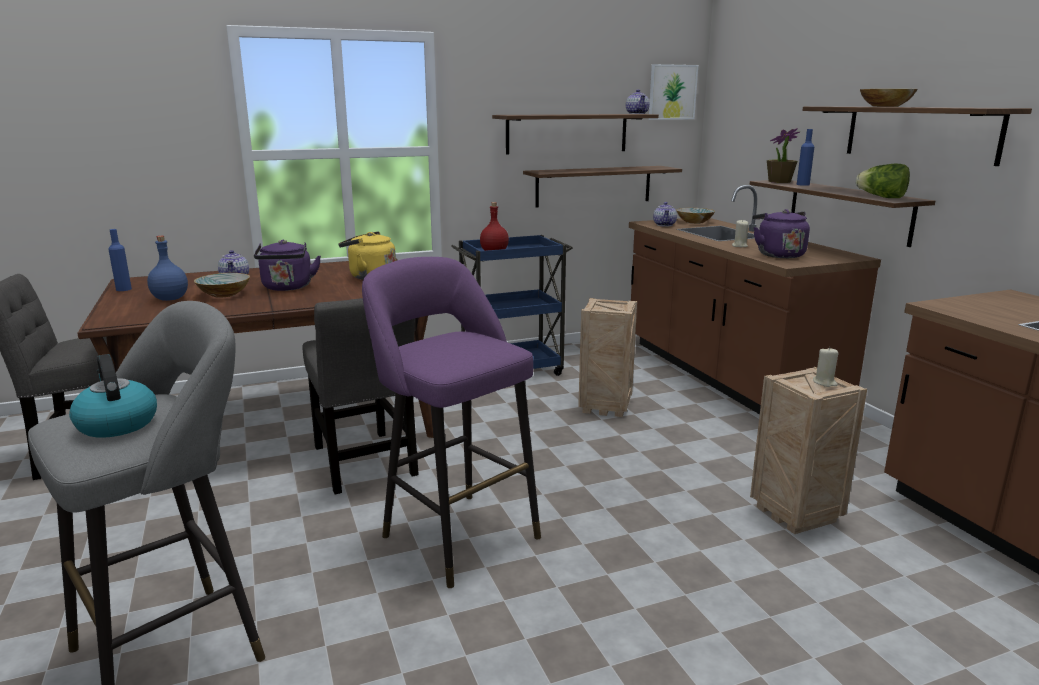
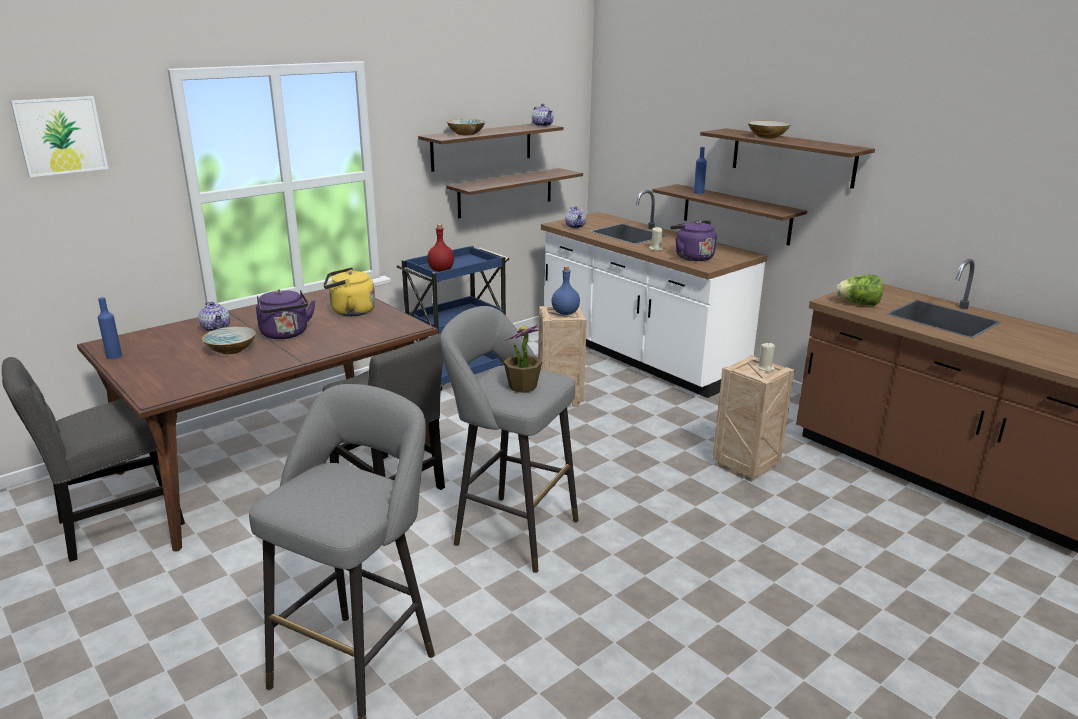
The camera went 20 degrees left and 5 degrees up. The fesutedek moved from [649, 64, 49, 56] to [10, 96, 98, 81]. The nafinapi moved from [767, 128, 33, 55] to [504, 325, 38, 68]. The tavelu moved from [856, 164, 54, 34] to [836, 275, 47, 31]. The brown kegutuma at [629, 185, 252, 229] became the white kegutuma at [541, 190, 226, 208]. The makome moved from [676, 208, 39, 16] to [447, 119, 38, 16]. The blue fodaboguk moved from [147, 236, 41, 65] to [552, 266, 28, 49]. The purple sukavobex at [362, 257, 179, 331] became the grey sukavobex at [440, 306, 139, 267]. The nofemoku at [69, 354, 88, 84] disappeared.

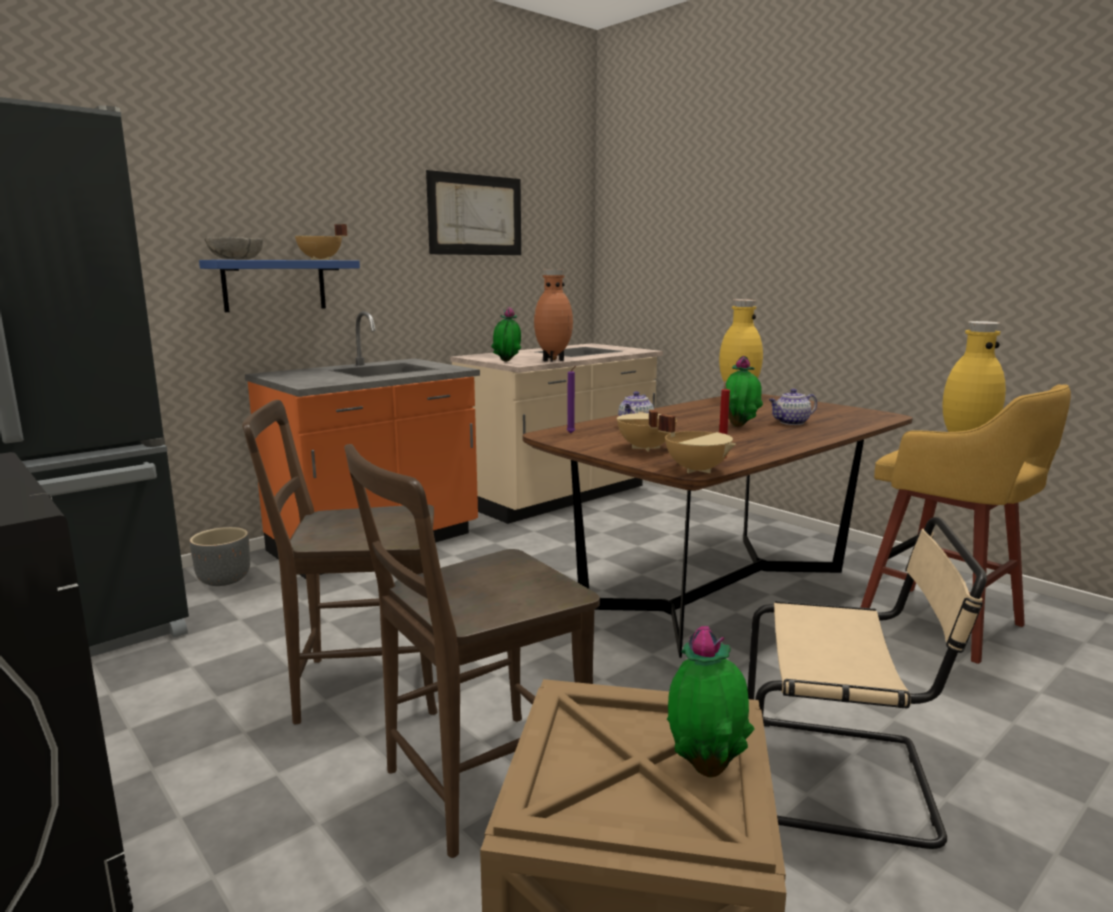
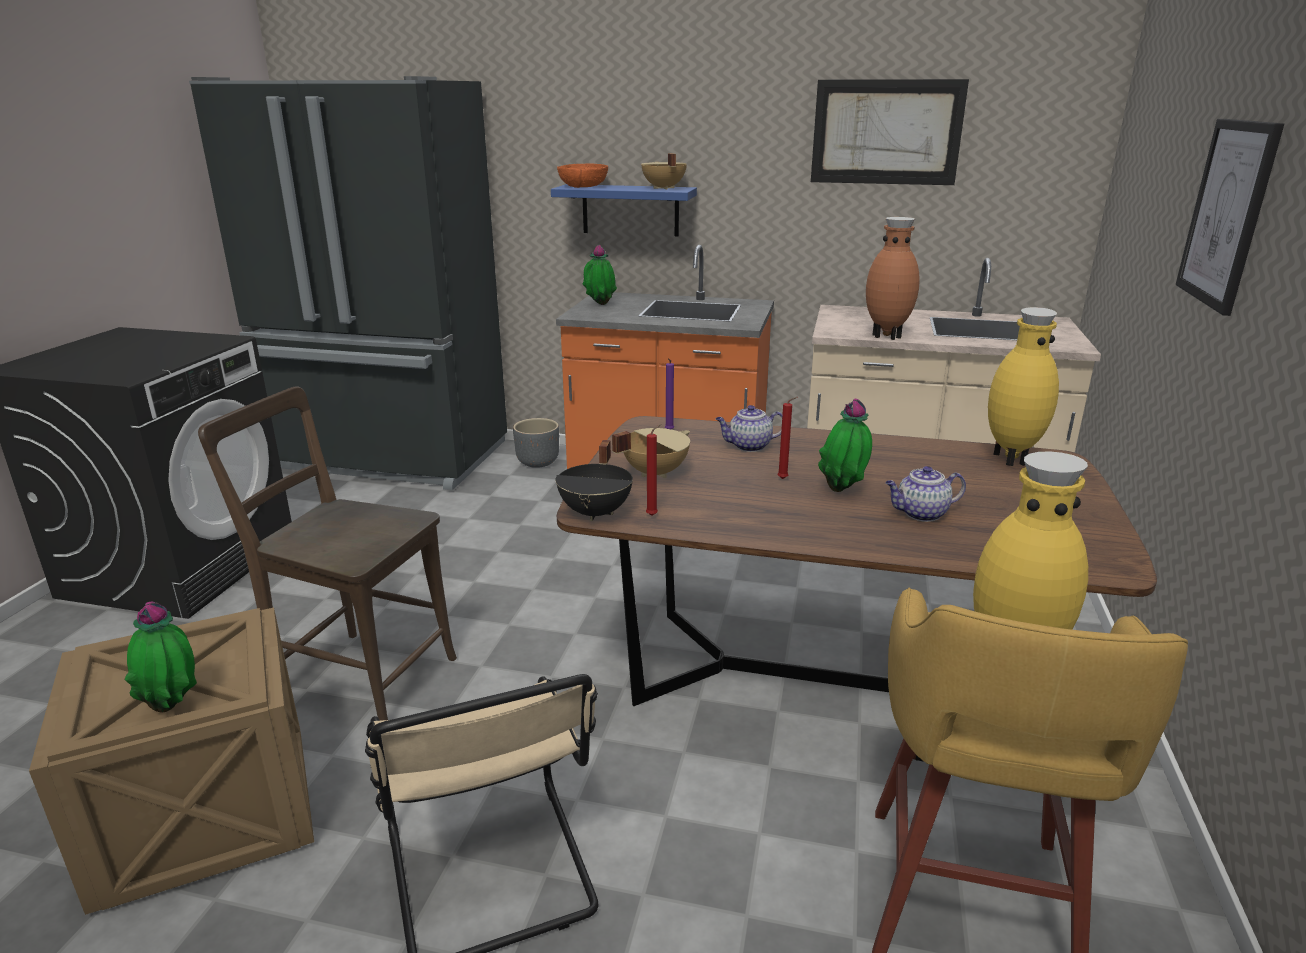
The camera went 55 degrees right and 10 degrees up. The grey makome at [204, 237, 59, 23] became the orange makome at [557, 163, 51, 25]. The nafinapi moved from [491, 307, 30, 55] to [582, 245, 35, 60]. The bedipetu at [769, 389, 48, 36] turned 45 degrees counterclockwise. The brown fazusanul at [242, 400, 196, 324] disappeared. The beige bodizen at [658, 414, 78, 59] became the black bodizen at [555, 440, 78, 81]. The fesutedek at [1176, 119, 108, 197] appeared. The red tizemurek at [778, 397, 20, 82] appeared.

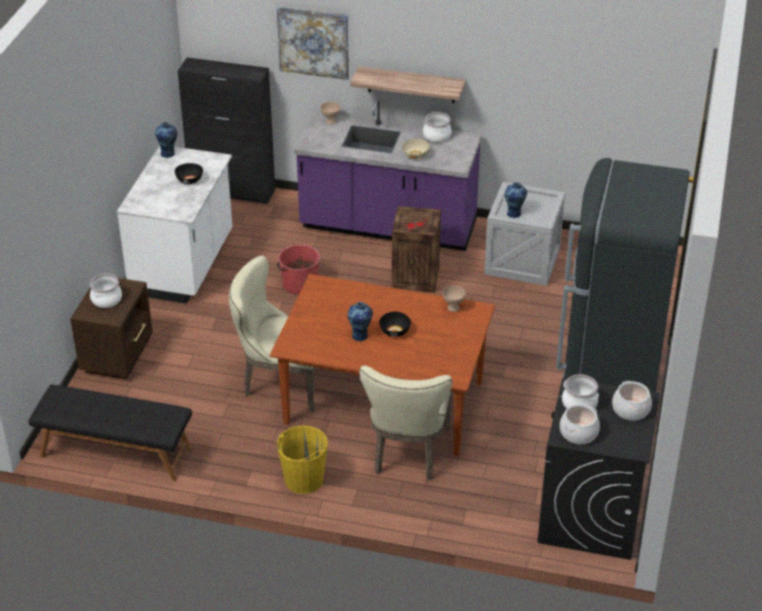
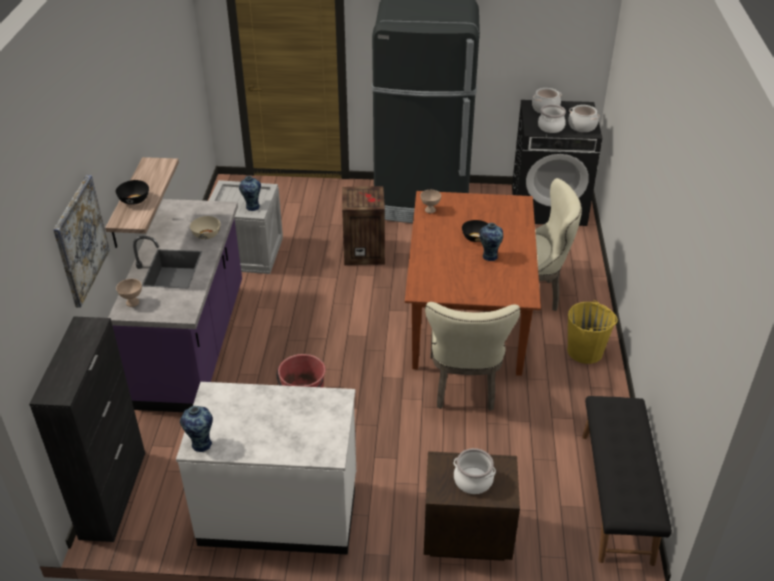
The camera went 100 degrees left and 0 degrees up. The bodizen at [423, 112, 28, 31] disappeared. The black makome moved from [175, 163, 28, 21] to [115, 180, 34, 25]. The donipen moved from [392, 206, 49, 87] to [342, 186, 43, 79].

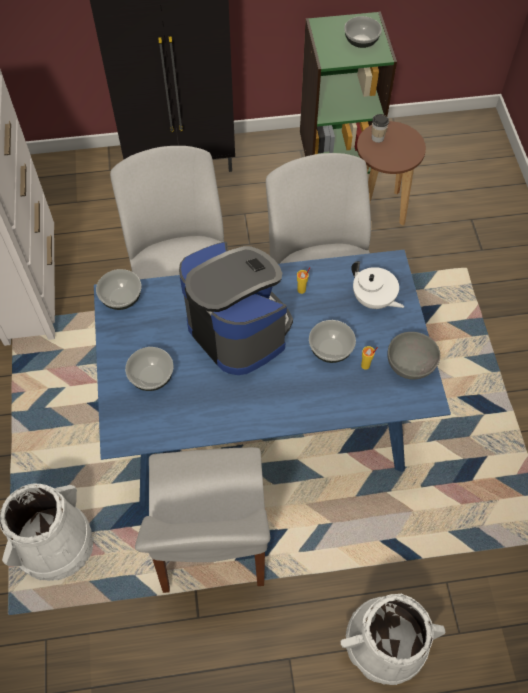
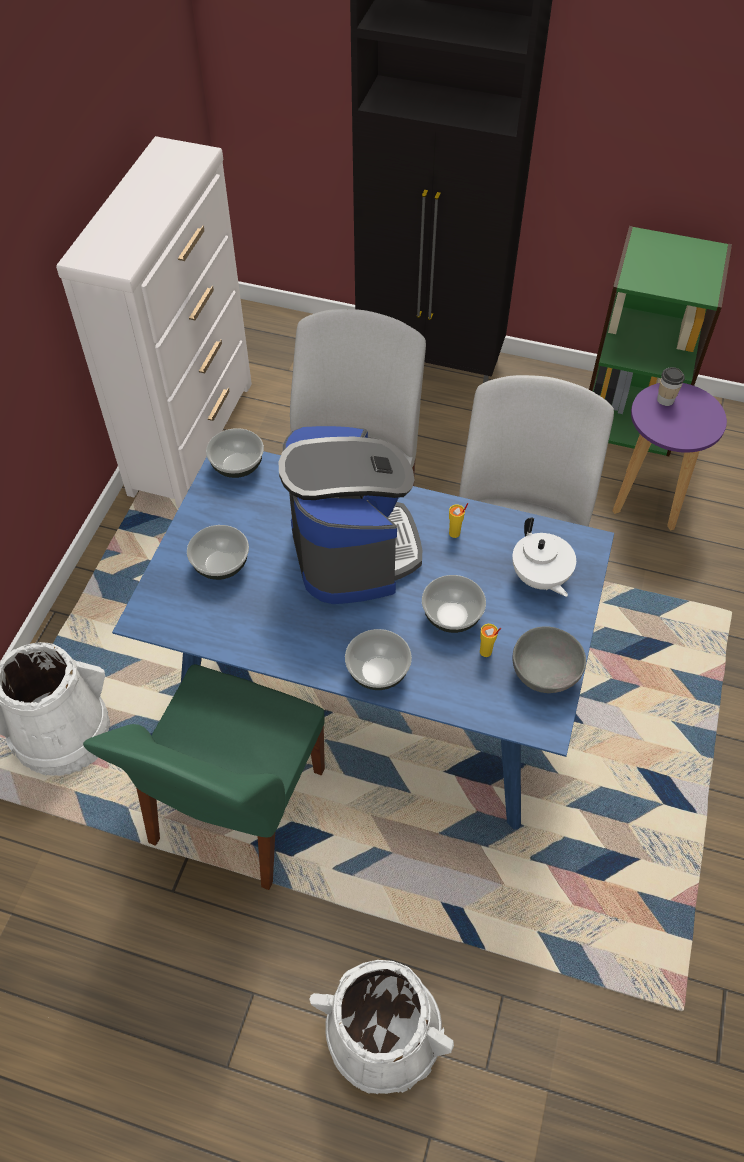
The camera went 25 degrees right and 5 degrees down. The makome moved from [344, 16, 38, 32] to [345, 629, 67, 61]. The brown sukavobex at [357, 121, 69, 105] became the purple sukavobex at [612, 383, 115, 148]. The white fazusanul at [135, 447, 135, 146] became the green fazusanul at [83, 664, 242, 226].

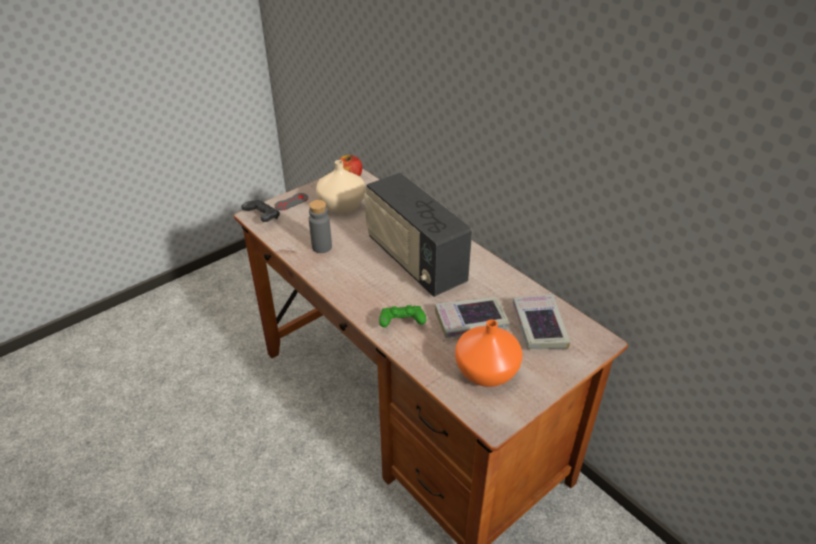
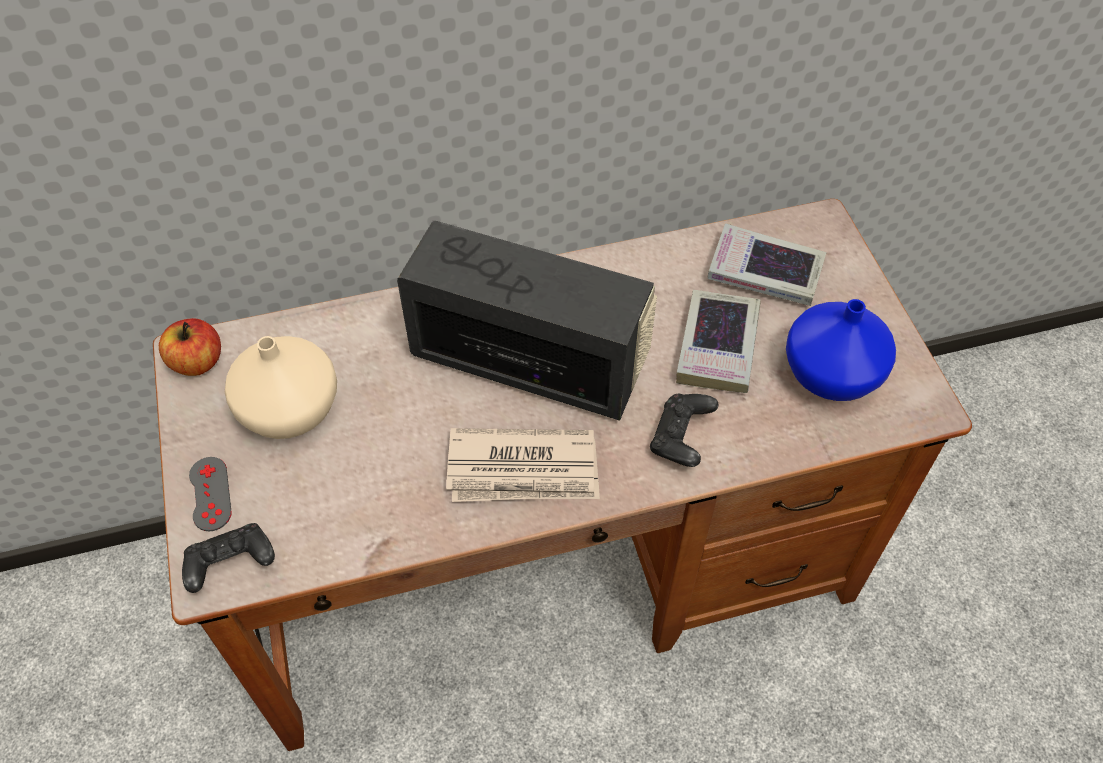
The camera went 65 degrees left and 15 degrees up. The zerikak at [364, 172, 108, 125] turned 150 degrees counterclockwise. The grey fodaboguk at [309, 200, 23, 53] disappeared. The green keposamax at [379, 305, 47, 22] became the black keposamax at [650, 394, 69, 73]. The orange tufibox at [455, 320, 68, 67] became the blue tufibox at [786, 299, 110, 102]. The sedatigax at [446, 428, 154, 74] appeared.

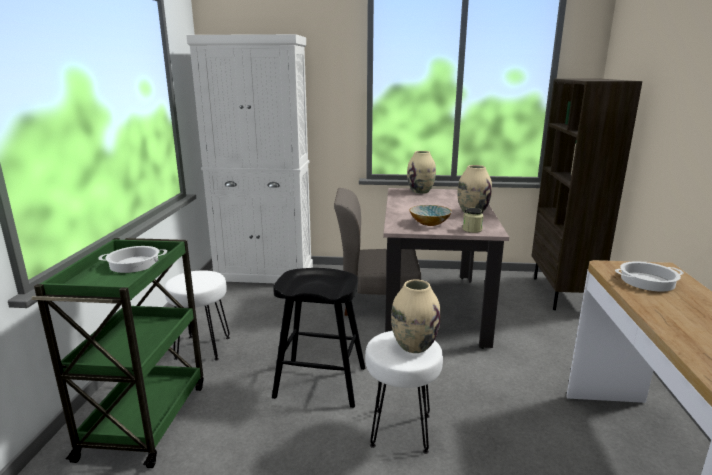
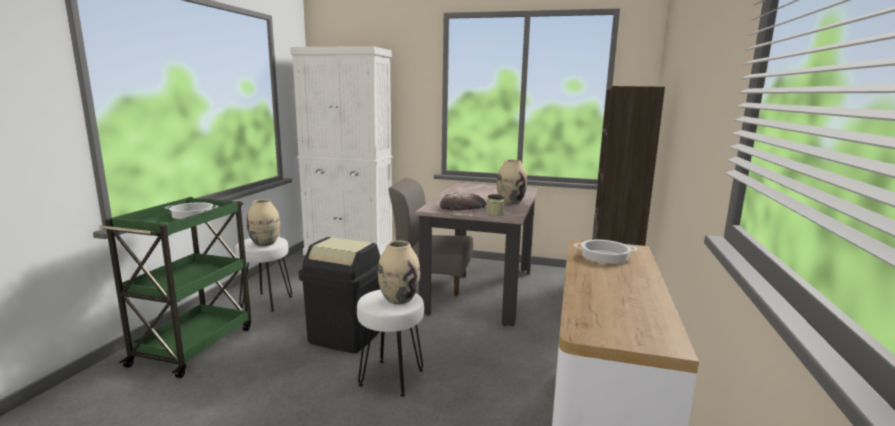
The camera went 10 degrees right and 5 degrees down. The beige tufibox moved from [407, 151, 29, 43] to [247, 199, 33, 47]. The makome at [410, 205, 42, 21] was replaced by the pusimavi at [440, 192, 47, 19]. The black sukavobex at [272, 268, 93, 140] was replaced by the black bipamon at [299, 237, 81, 116].

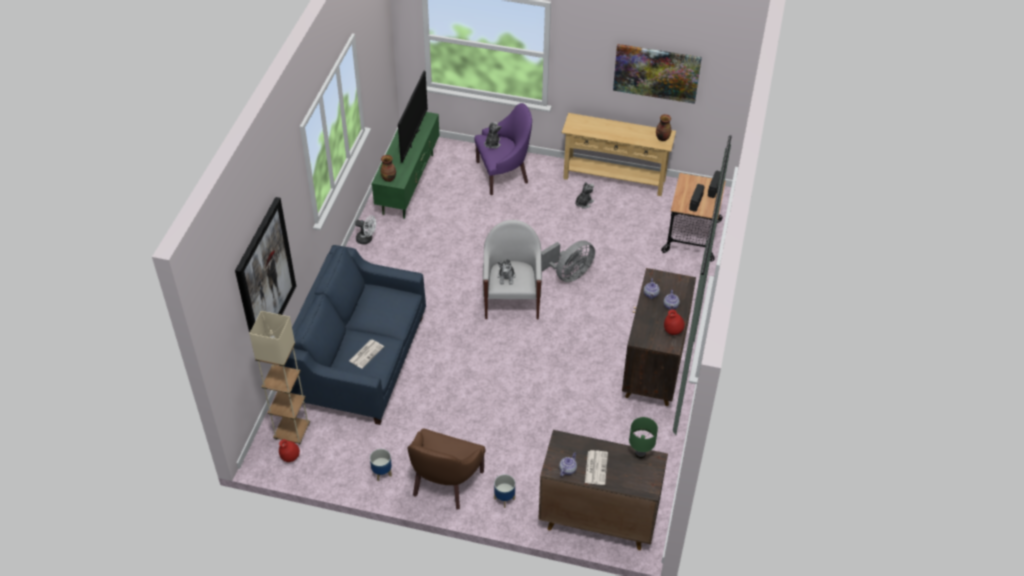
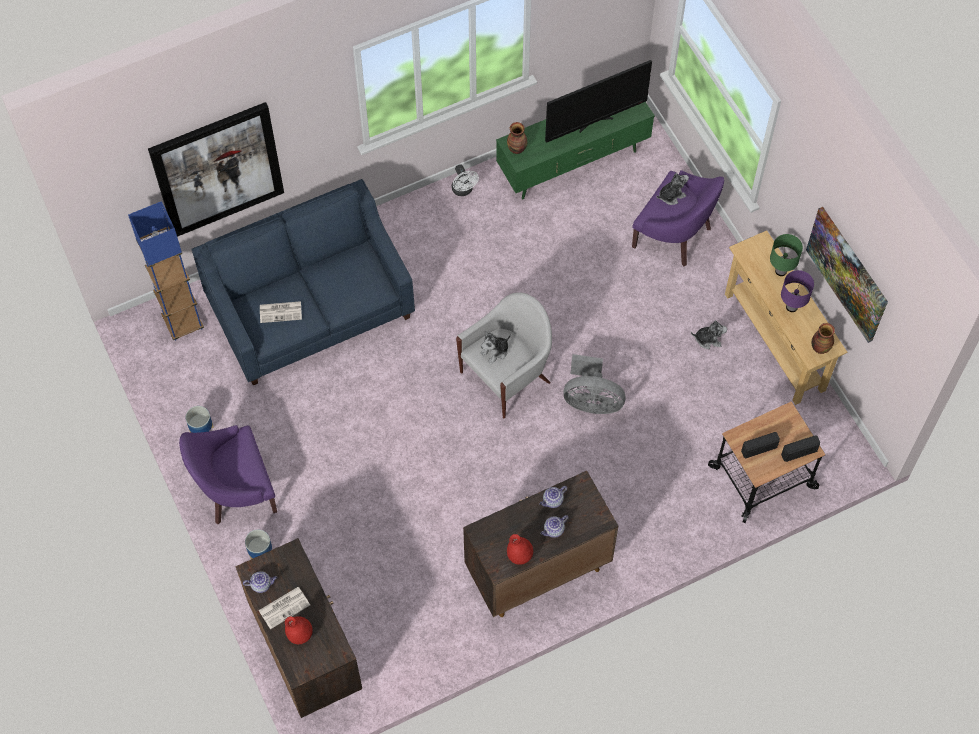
The camera went 50 degrees right and 15 degrees up. The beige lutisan at [249, 311, 61, 134] became the blue lutisan at [128, 201, 76, 140]. The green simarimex moved from [629, 417, 29, 41] to [770, 234, 33, 42]. The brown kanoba at [408, 429, 78, 80] became the purple kanoba at [179, 425, 98, 99]. The red tufibox moved from [279, 439, 21, 23] to [285, 616, 28, 28]. The purple simarimex at [781, 270, 33, 42] appeared.

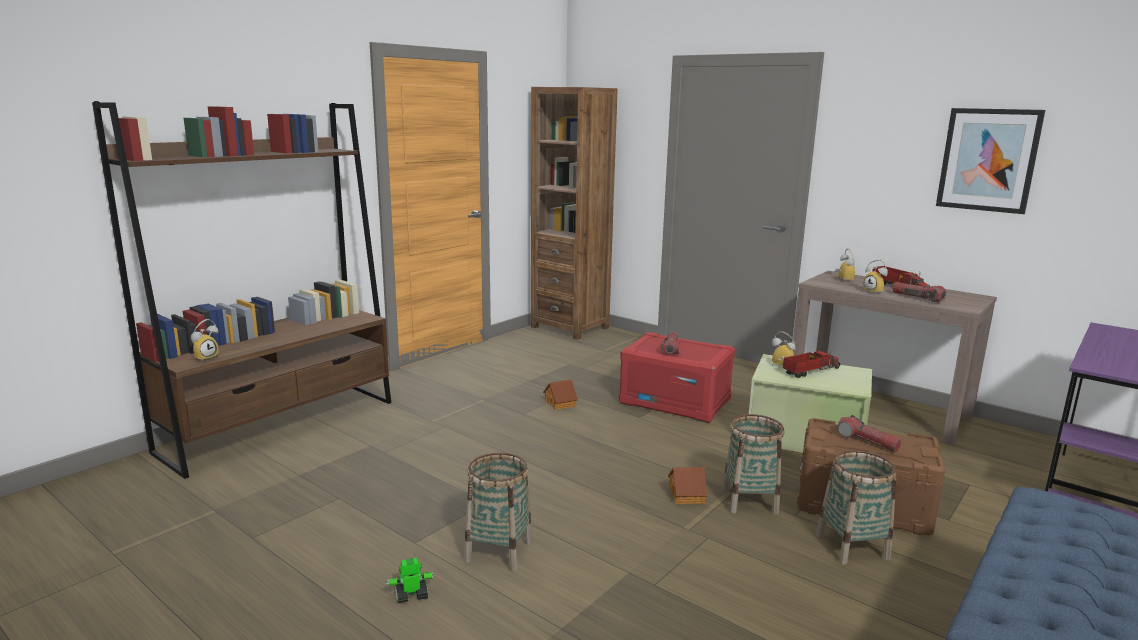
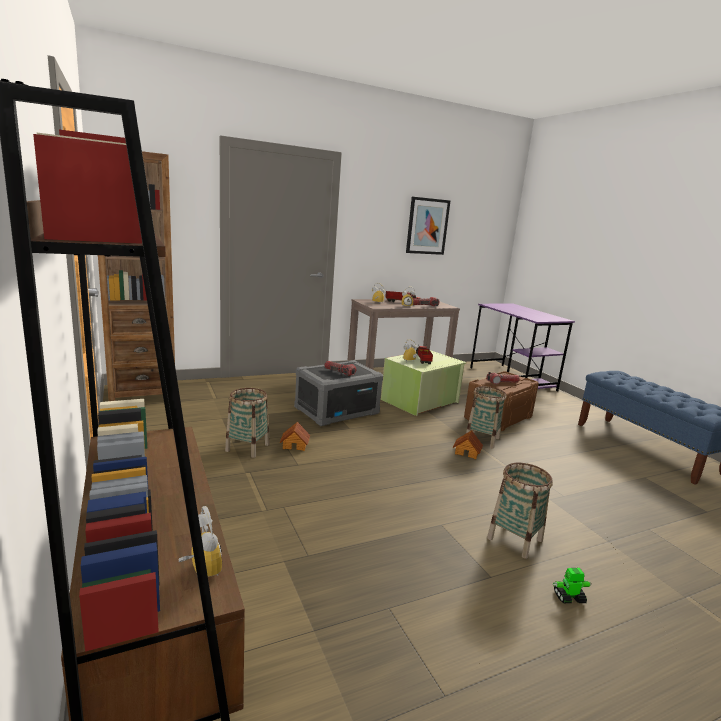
The camera went 65 degrees left and 0 degrees up. The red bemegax at [619, 332, 116, 91] became the grey bemegax at [294, 360, 89, 66]. The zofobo moved from [816, 450, 80, 114] to [225, 388, 44, 70]. The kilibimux at [385, 558, 51, 45] turned 75 degrees clockwise.

